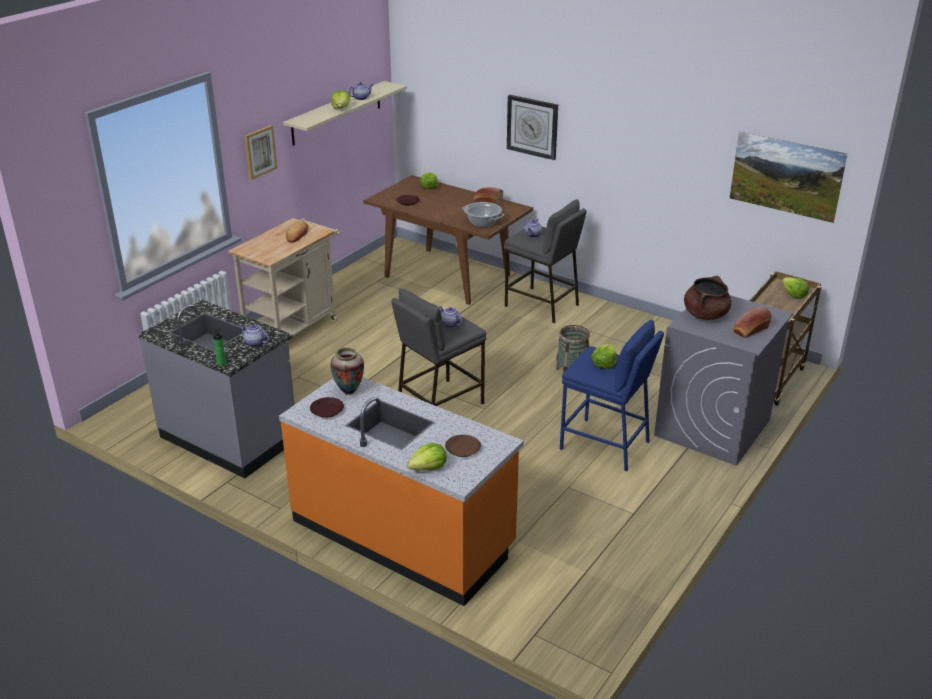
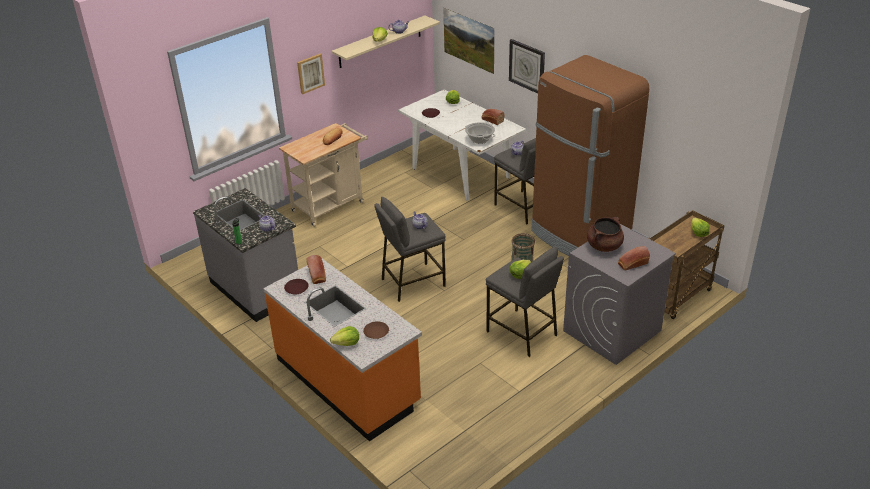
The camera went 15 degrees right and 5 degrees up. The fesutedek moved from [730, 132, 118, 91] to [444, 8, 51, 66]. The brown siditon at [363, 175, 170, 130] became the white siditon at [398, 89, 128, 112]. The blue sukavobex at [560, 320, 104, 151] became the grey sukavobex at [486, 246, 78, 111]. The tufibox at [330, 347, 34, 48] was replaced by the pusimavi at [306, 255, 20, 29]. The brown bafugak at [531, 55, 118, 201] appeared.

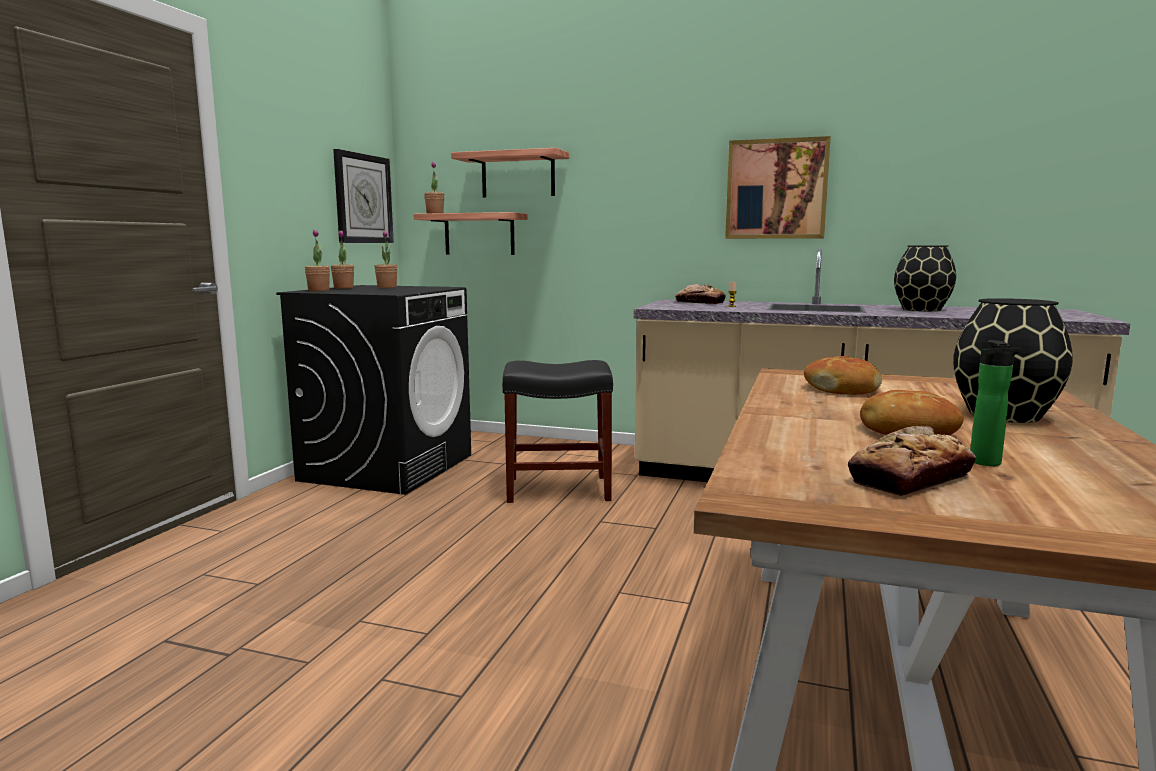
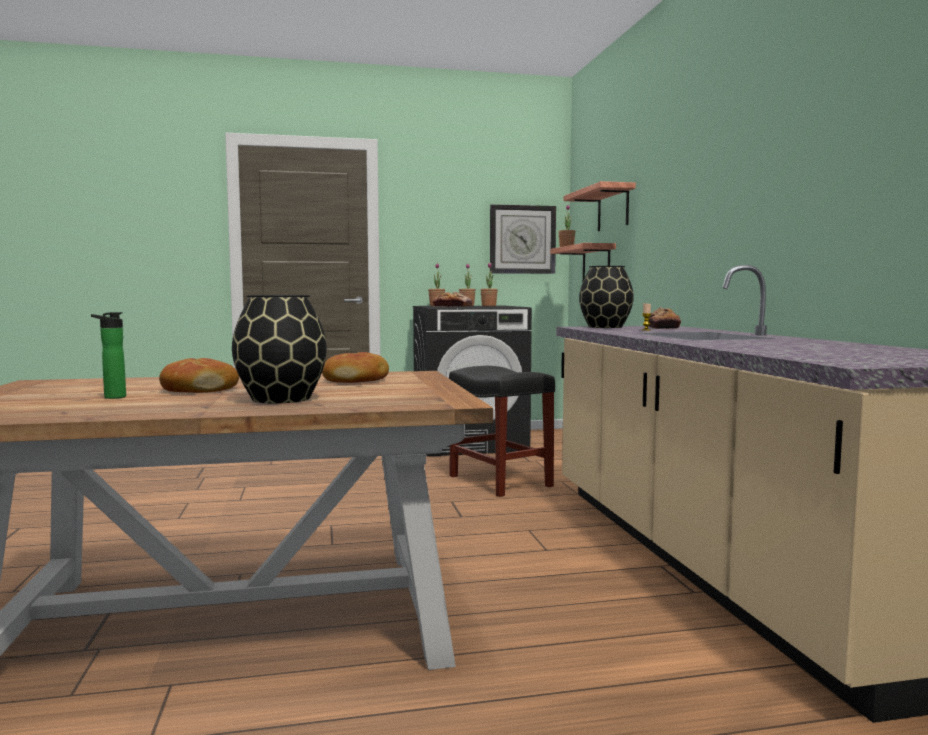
The camera went 60 degrees right and 5 degrees down. The fesutedek at [725, 136, 106, 103] disappeared. The black tufibox moved from [894, 245, 62, 66] to [579, 266, 55, 62]. The pusimavi moved from [848, 426, 128, 70] to [432, 292, 41, 15].

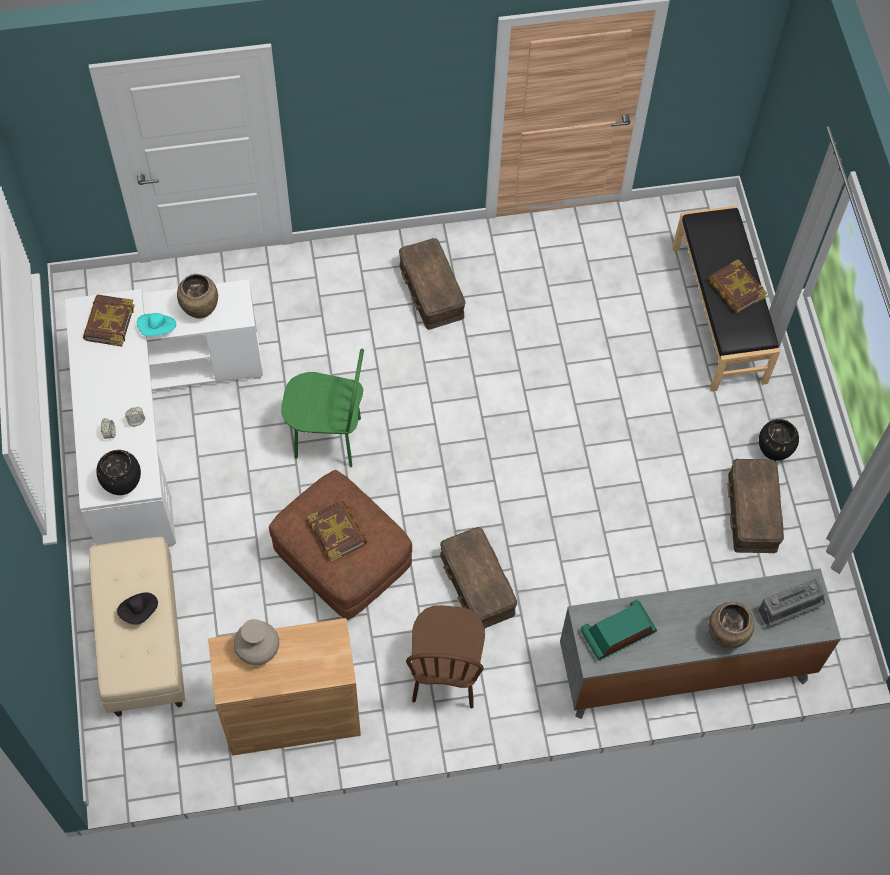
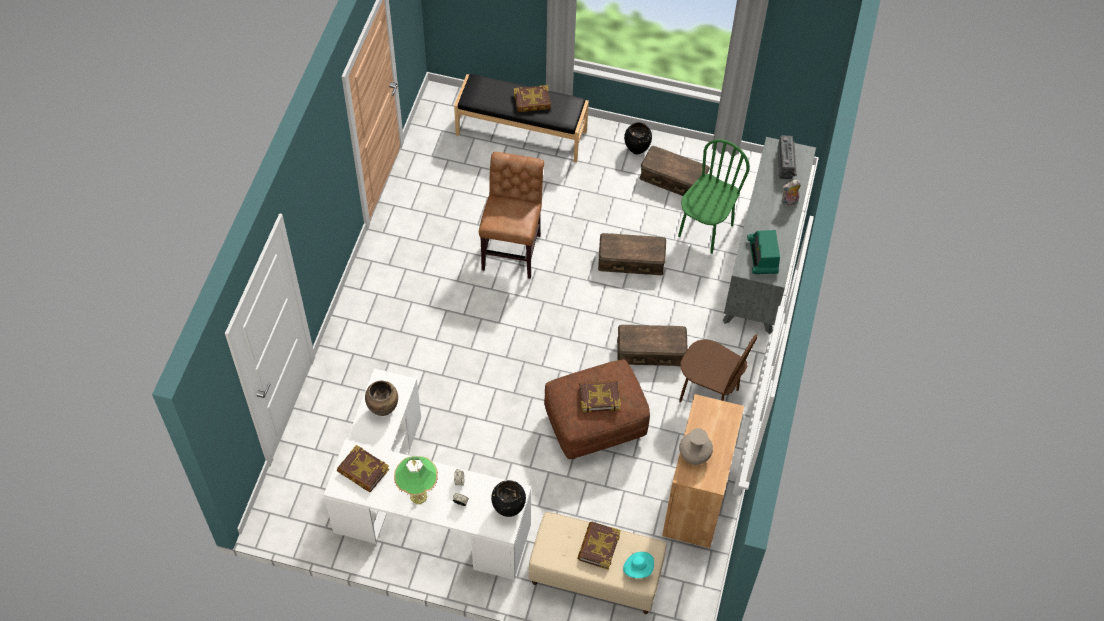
The camera went 65 degrees left and 5 degrees down. The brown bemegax moved from [399, 238, 66, 92] to [598, 233, 68, 42]. The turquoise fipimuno moved from [137, 313, 39, 23] to [623, 552, 31, 26]. The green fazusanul moved from [281, 349, 83, 118] to [678, 139, 72, 115]. The black fipimuno at [117, 592, 41, 33] was replaced by the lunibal at [578, 522, 43, 47]. The brown tufibox at [708, 602, 46, 47] was replaced by the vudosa at [782, 180, 19, 26]. The brown fazusanul at [479, 152, 65, 127] appeared. The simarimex at [394, 456, 44, 48] appeared.

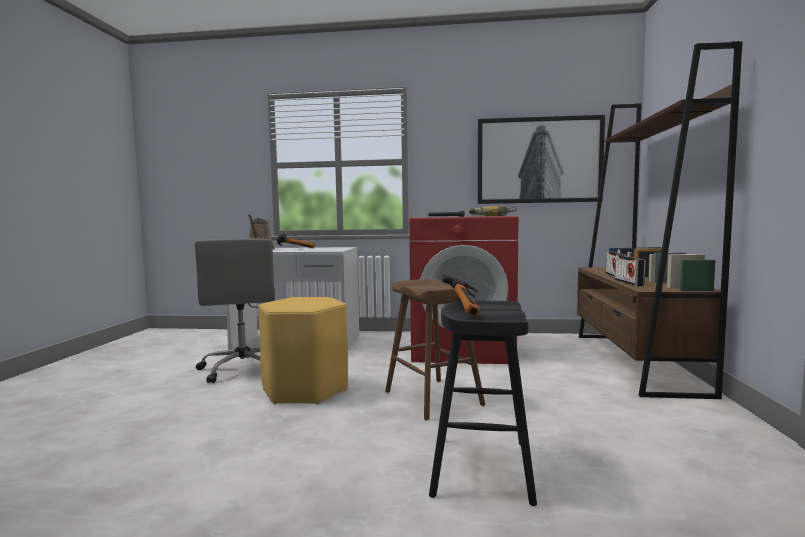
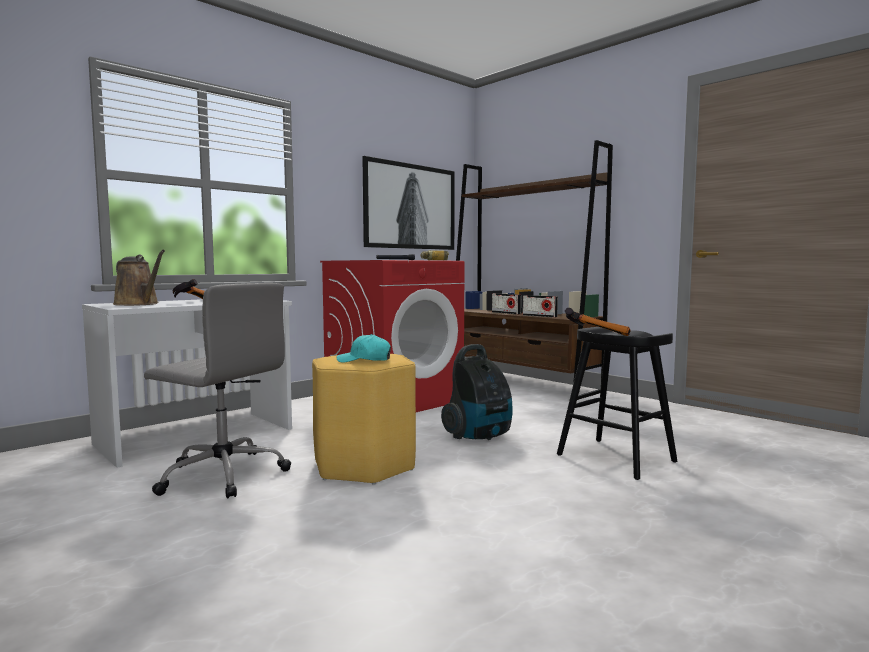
The camera went 50 degrees left and 0 degrees up. The brown sukavobex at [385, 279, 100, 142] was replaced by the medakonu at [441, 344, 72, 96]. The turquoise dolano at [337, 334, 54, 29] appeared.

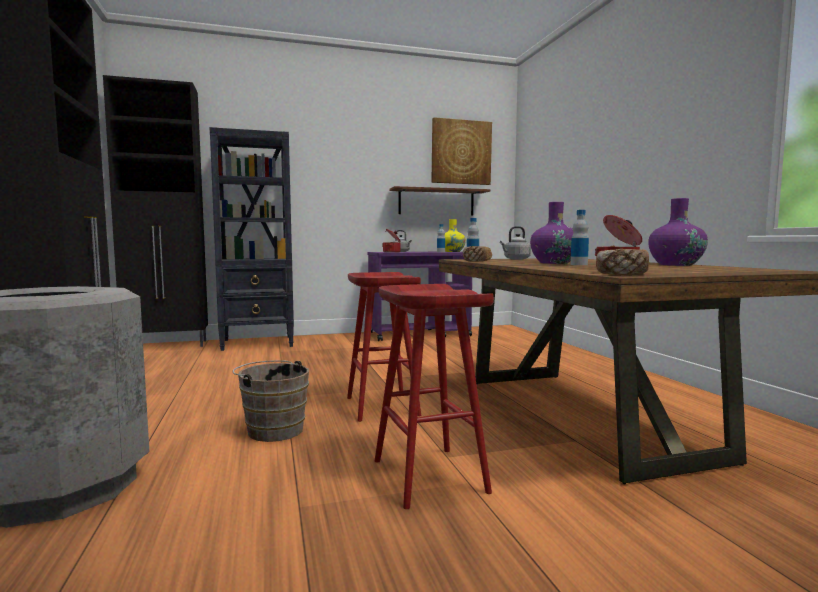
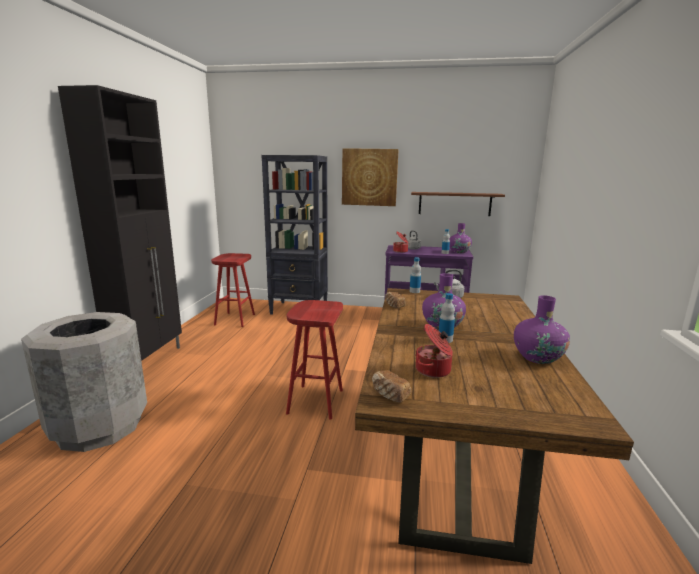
The camera went 25 degrees right and 10 degrees up. The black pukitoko at [103, 75, 105, 272] disappeared. The fesutedek moved from [431, 117, 61, 68] to [342, 148, 57, 58]. The yellow tufibox at [445, 219, 21, 33] became the purple tufibox at [449, 223, 23, 30]. The red sukavobex moved from [375, 284, 119, 225] to [211, 253, 44, 74]. The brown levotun at [233, 360, 76, 82] disappeared.

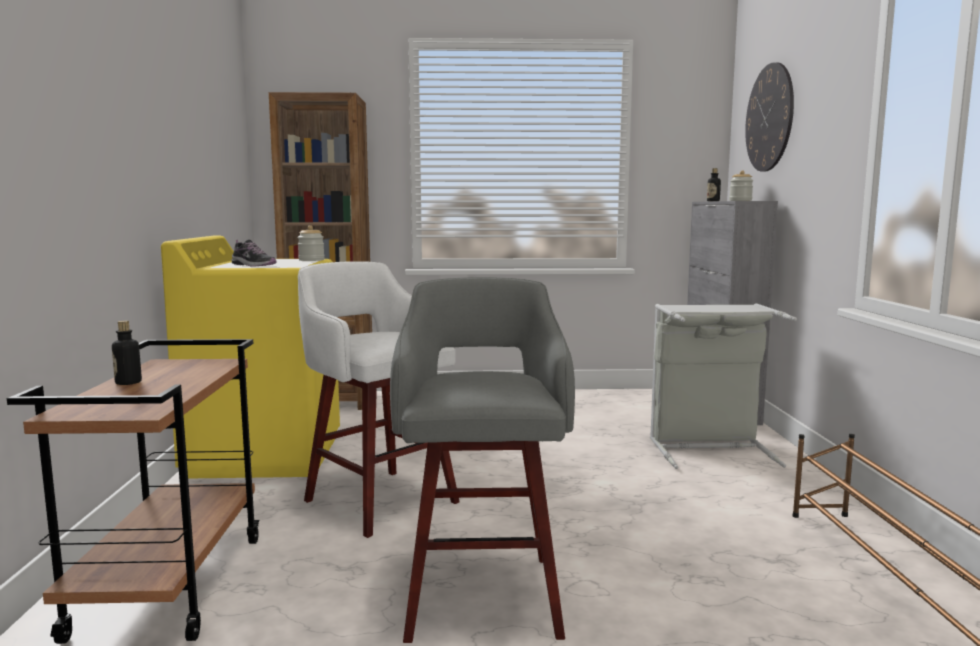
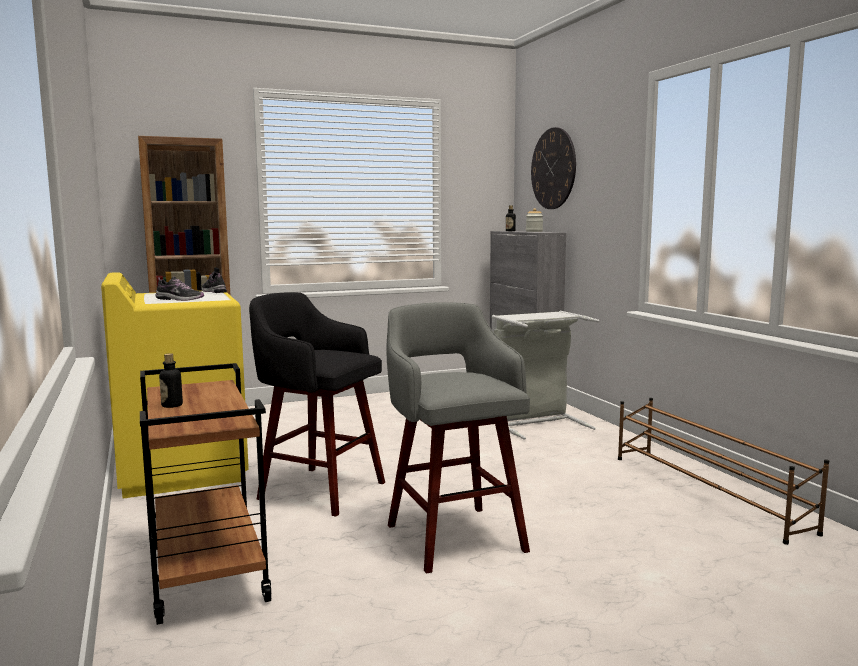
The camera went 20 degrees left and 0 degrees up. The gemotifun at [297, 225, 28, 36] was replaced by the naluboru at [202, 272, 25, 21]. The white sukavobex at [298, 261, 162, 277] became the black sukavobex at [249, 292, 136, 225].

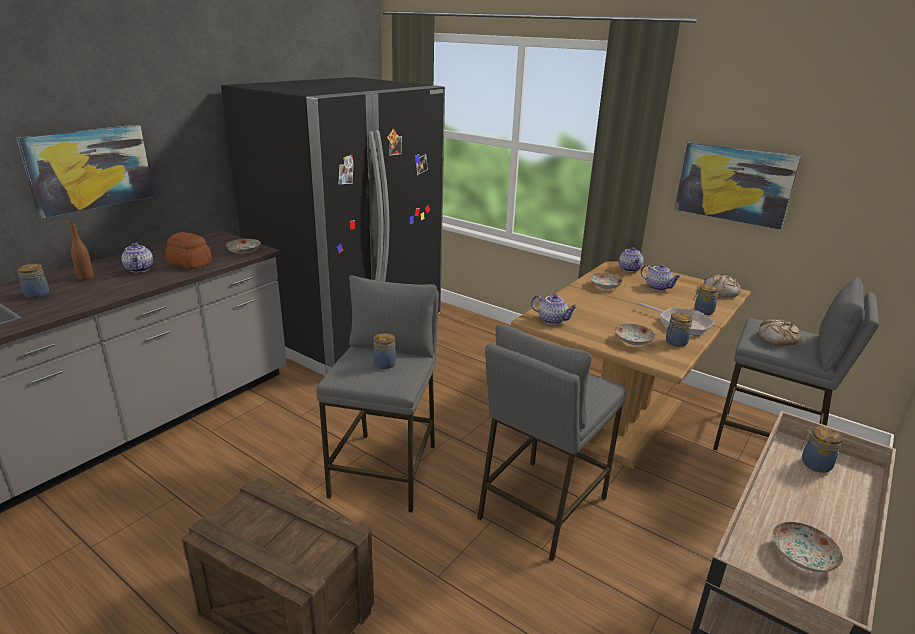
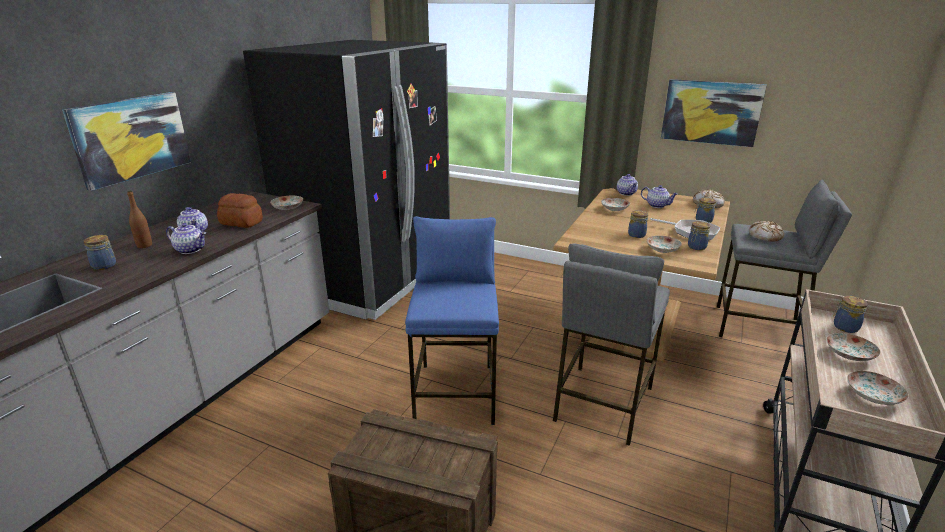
The camera went 10 degrees left and 0 degrees up. The grey sukavobex at [316, 275, 123, 238] became the blue sukavobex at [405, 216, 94, 209]. The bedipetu moved from [531, 294, 47, 30] to [166, 223, 40, 31]. The gemotifun moved from [373, 333, 23, 36] to [628, 210, 20, 28]. The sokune at [827, 333, 54, 28] appeared.

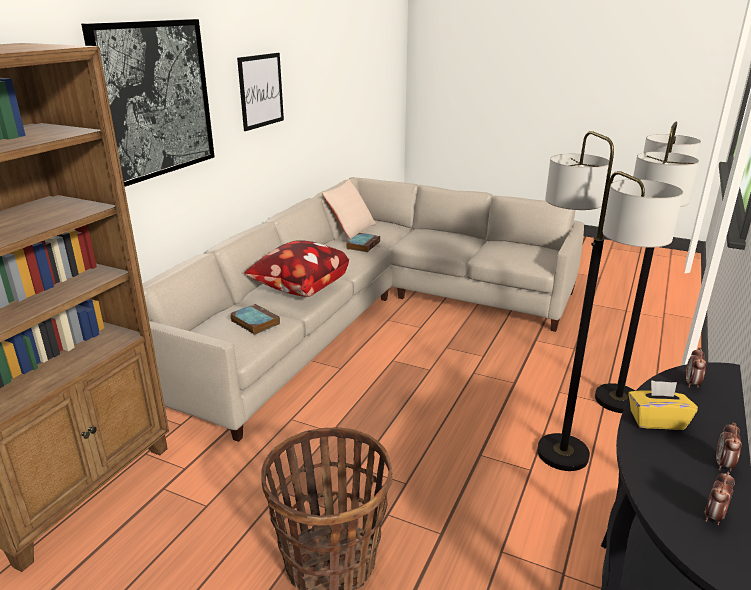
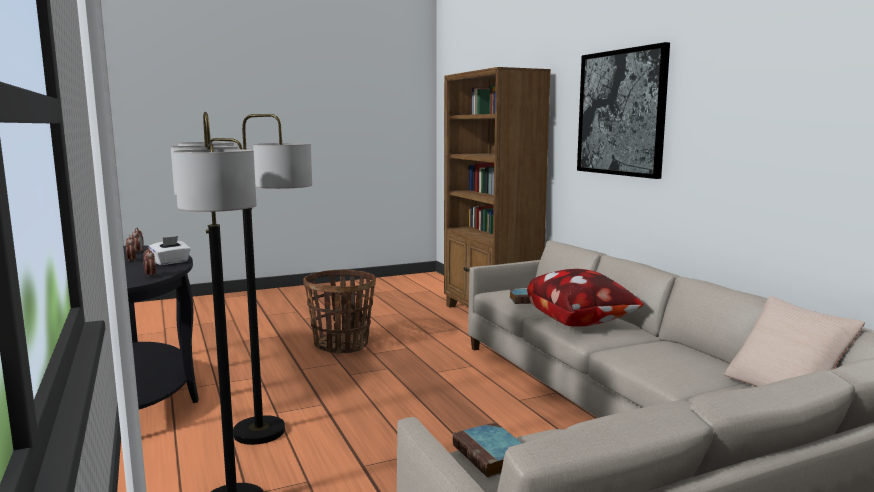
The camera went 130 degrees right and 15 degrees down. The fesutedek at [237, 53, 47, 78] disappeared. The lunibal moved from [346, 233, 34, 19] to [453, 422, 69, 56]. The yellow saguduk at [628, 380, 70, 50] became the white saguduk at [149, 236, 42, 29].

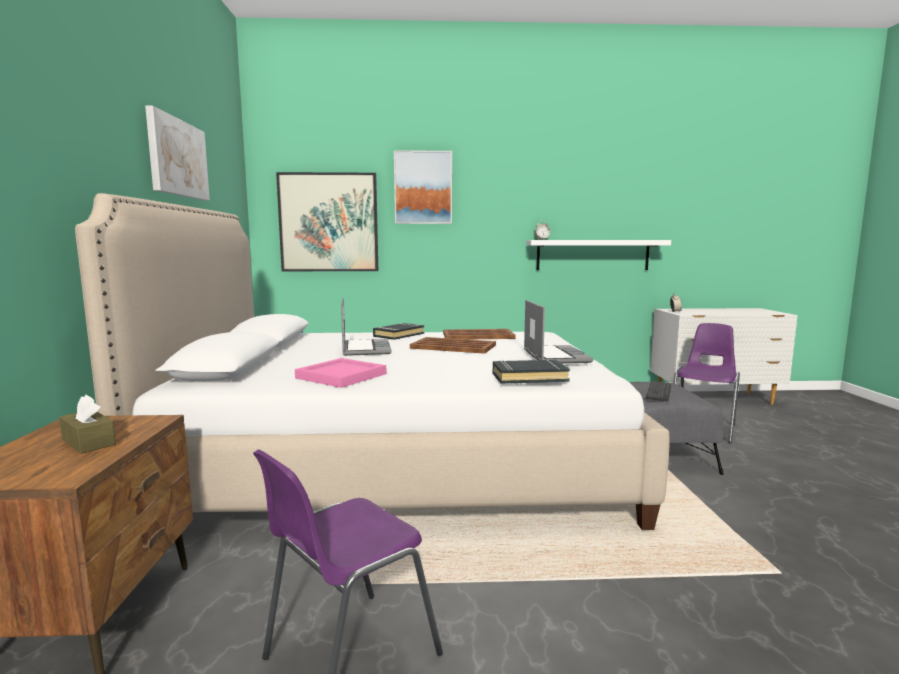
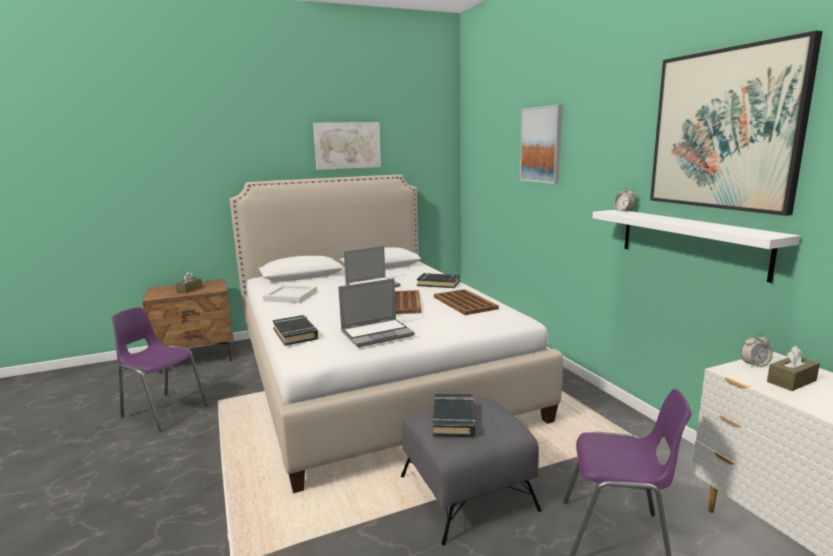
The camera went 70 degrees right and 5 degrees up. The fesutedek moved from [276, 172, 102, 99] to [650, 31, 173, 185]. The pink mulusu at [295, 358, 91, 30] became the white mulusu at [263, 285, 54, 18]. The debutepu at [646, 381, 25, 20] was replaced by the black lunibal at [433, 394, 42, 43]. The brown saguduk at [767, 346, 53, 45] appeared.

